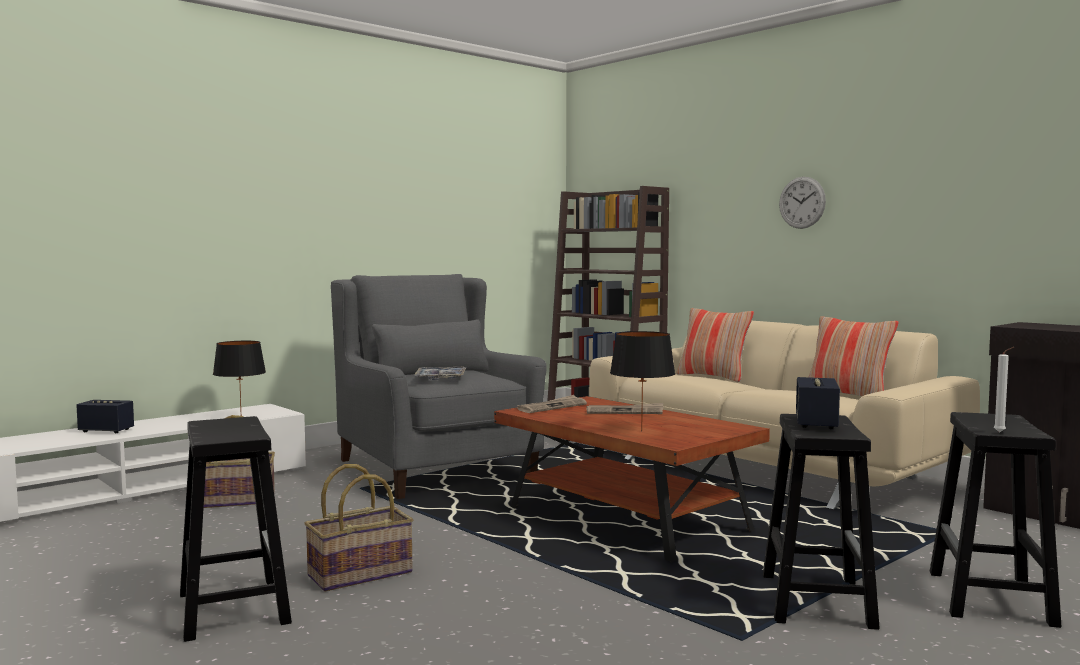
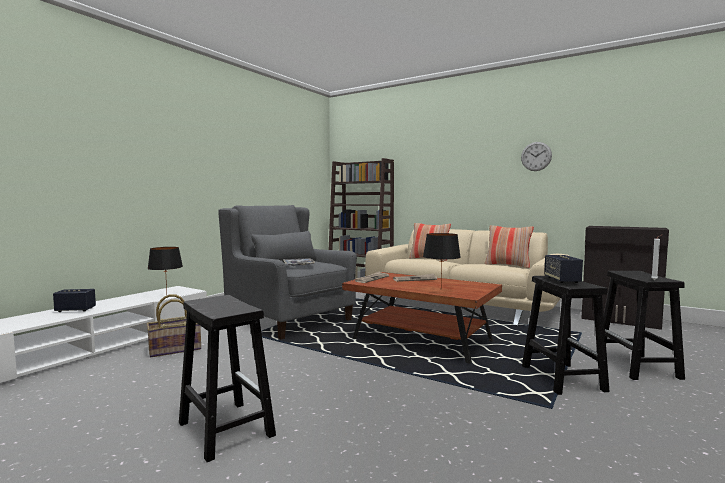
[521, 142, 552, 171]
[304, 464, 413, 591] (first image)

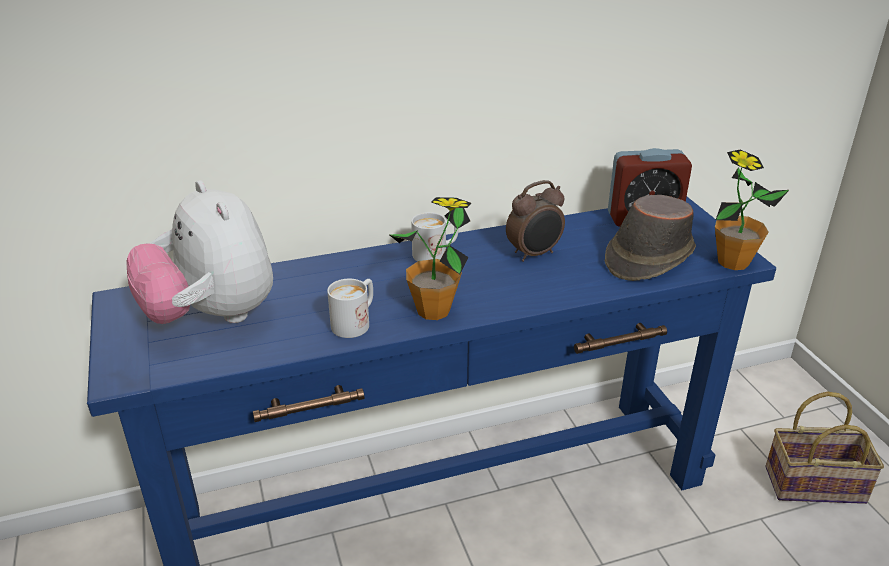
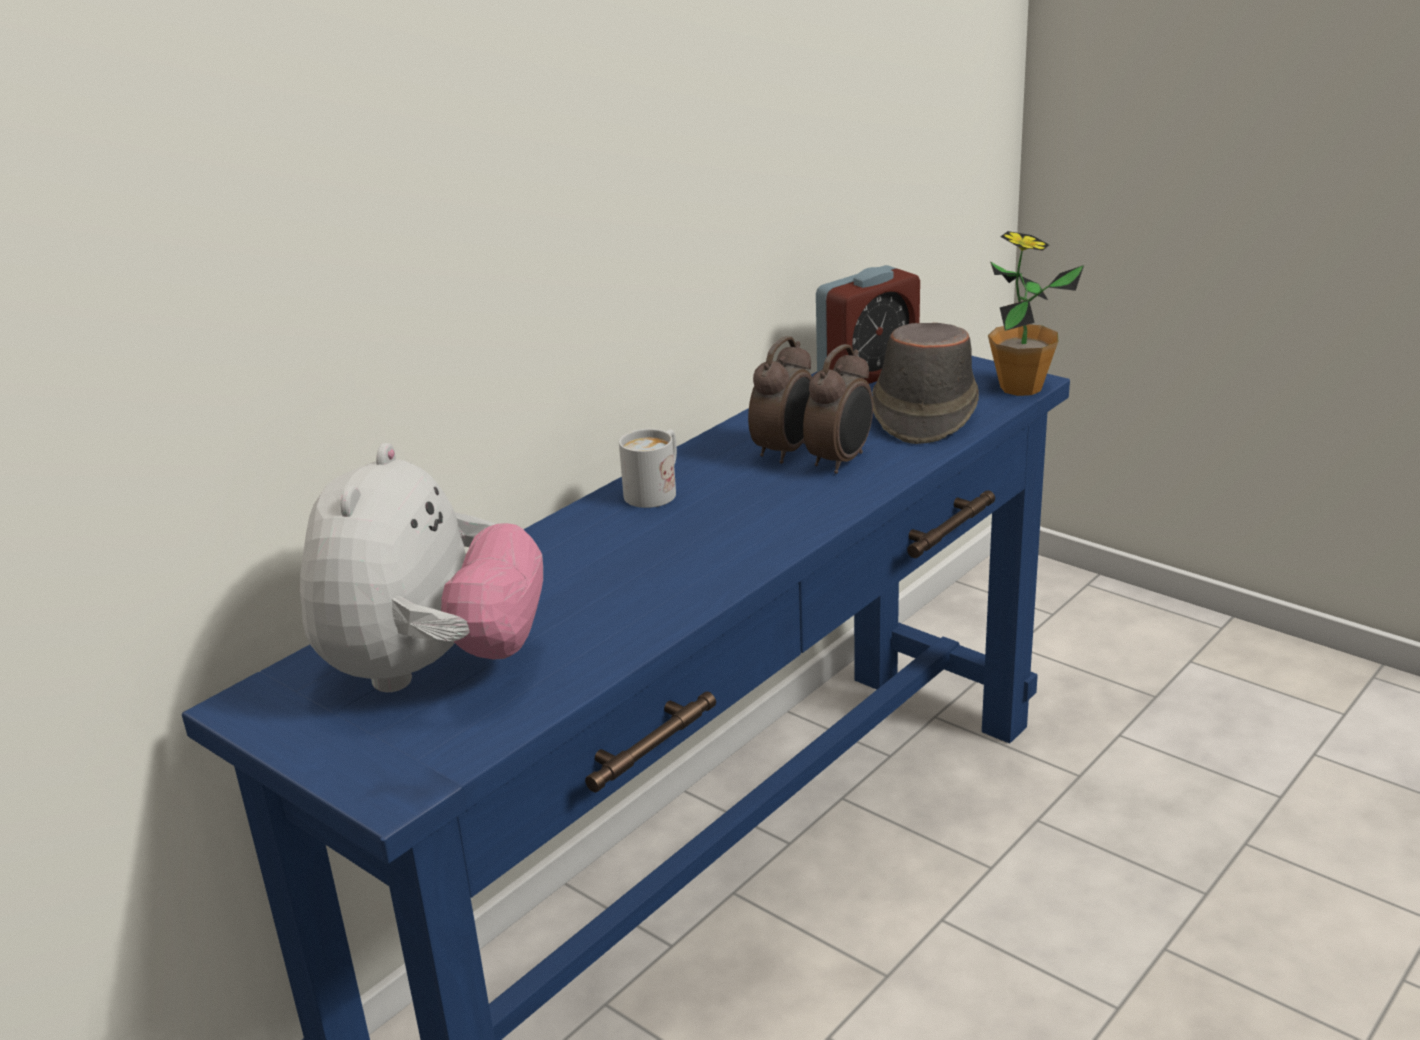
[300, 443, 543, 692]
[388, 197, 471, 320] (first image)
[327, 279, 373, 338] (first image)
[766, 392, 884, 504] (first image)
[803, 344, 873, 474]

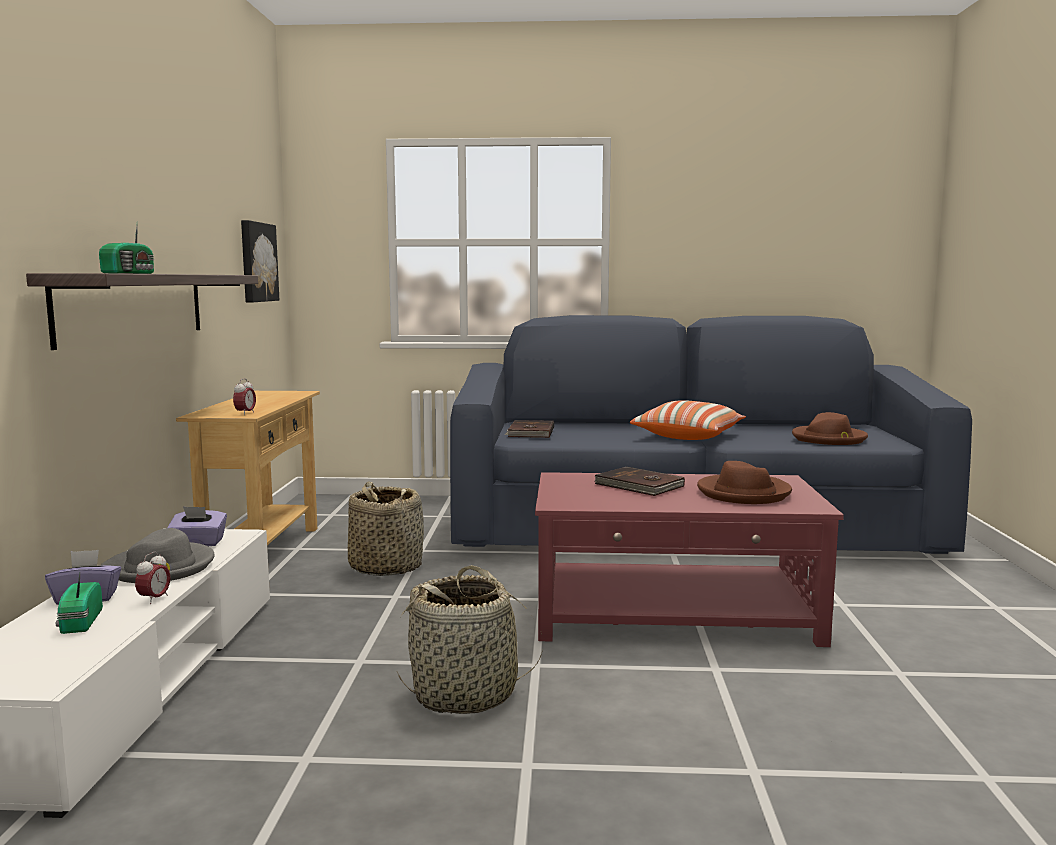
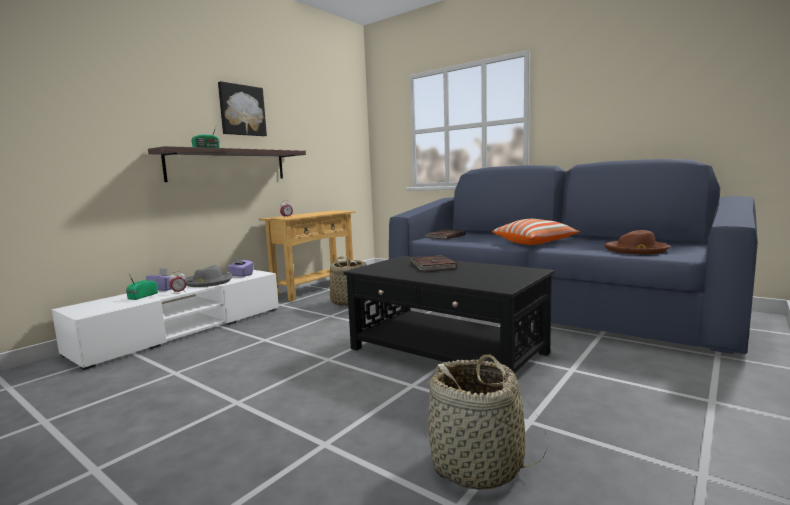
[218, 81, 267, 136]
[697, 461, 792, 504] (first image)
[344, 256, 555, 373]
[423, 354, 547, 490]

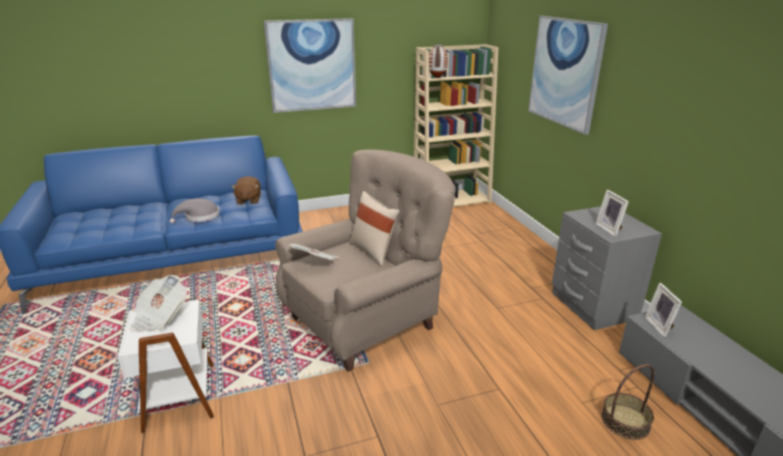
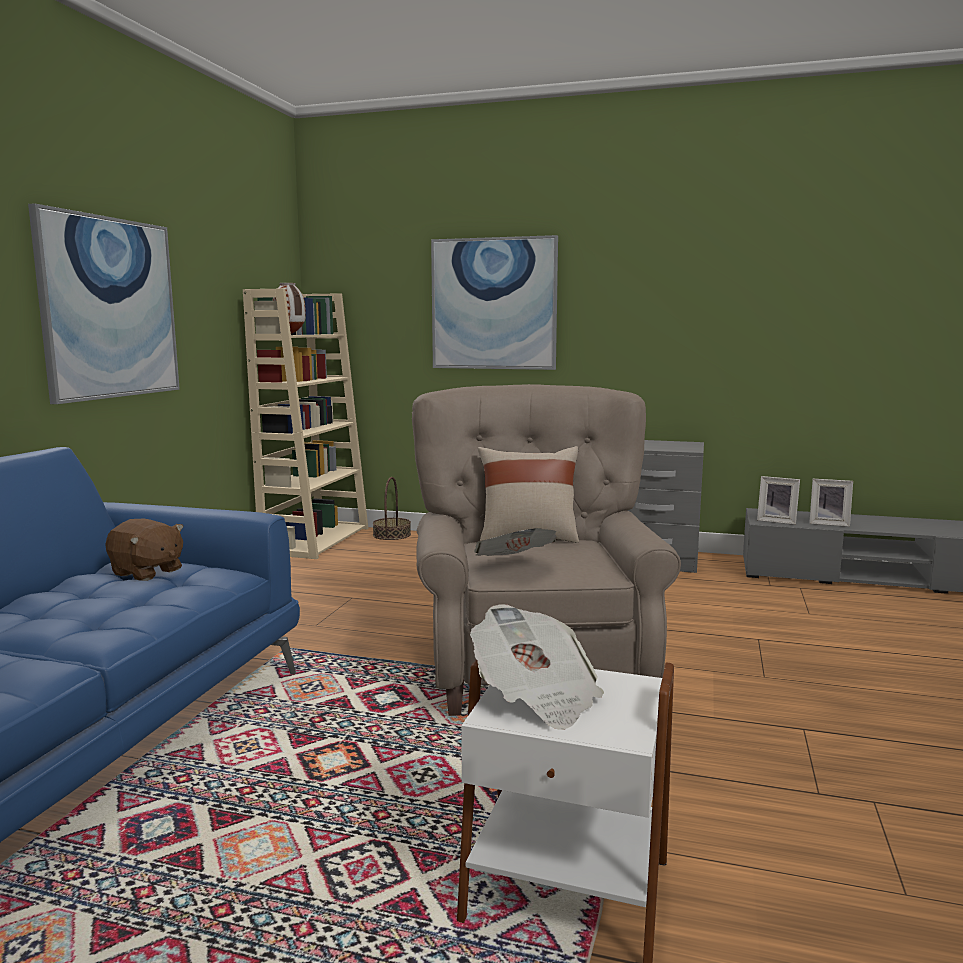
[809, 479, 853, 527]
[170, 198, 219, 223] (first image)
[373, 477, 411, 540]

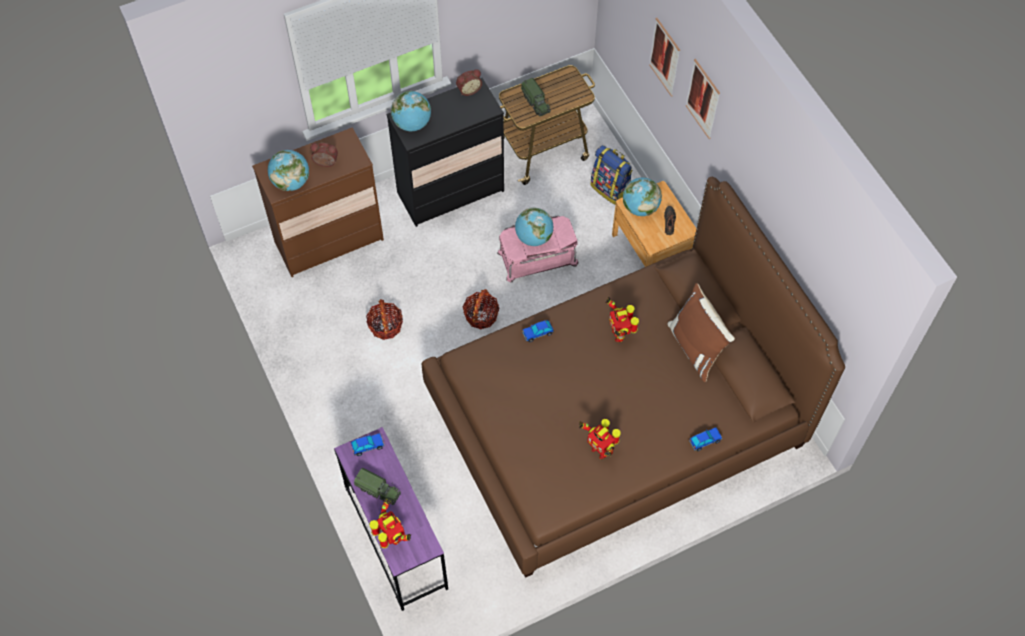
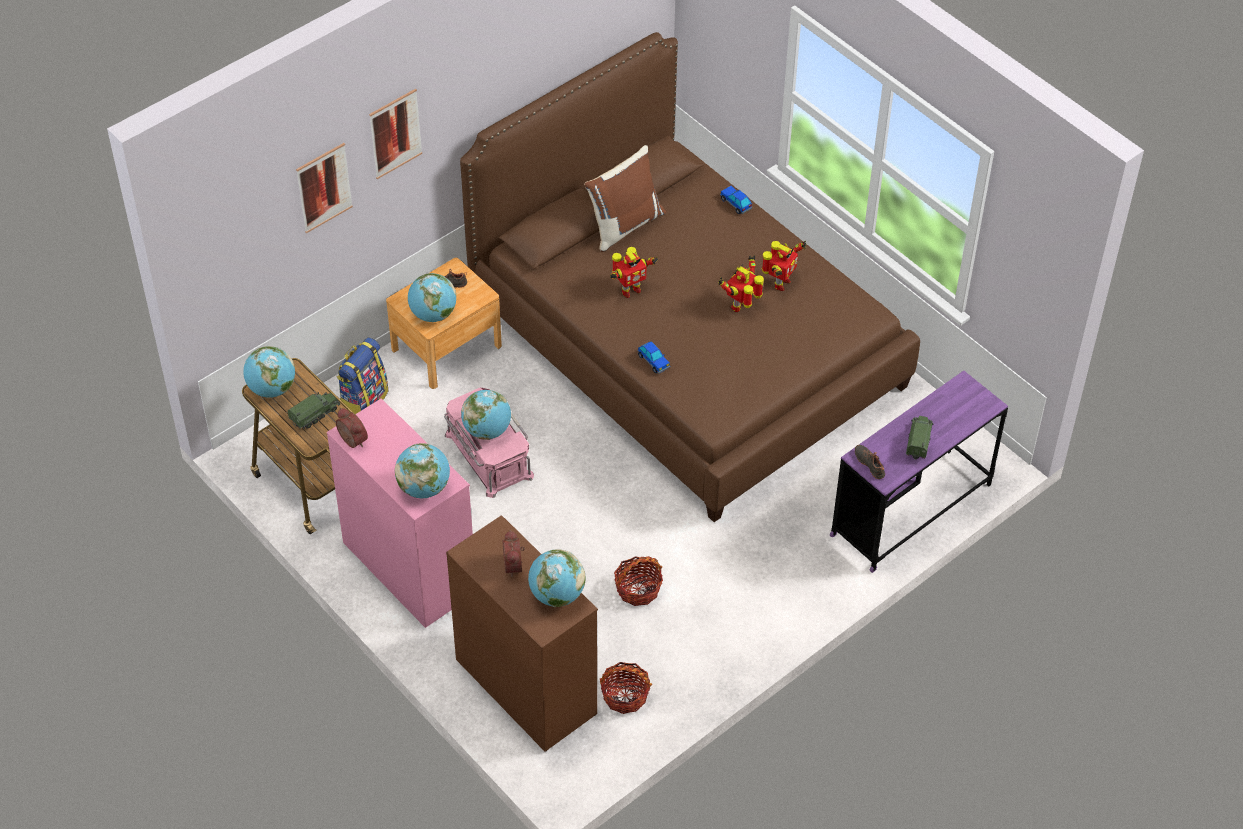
[327, 399, 473, 628]
[600, 662, 652, 714]
[855, 445, 885, 479]
[718, 255, 764, 312]
[243, 346, 295, 398]

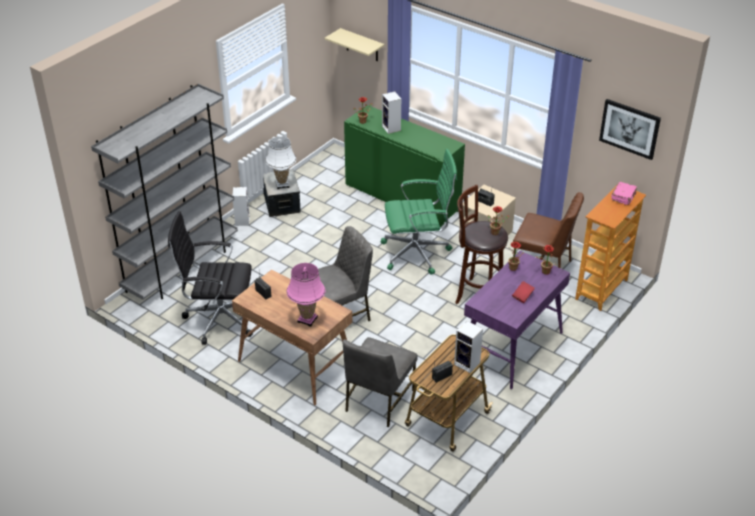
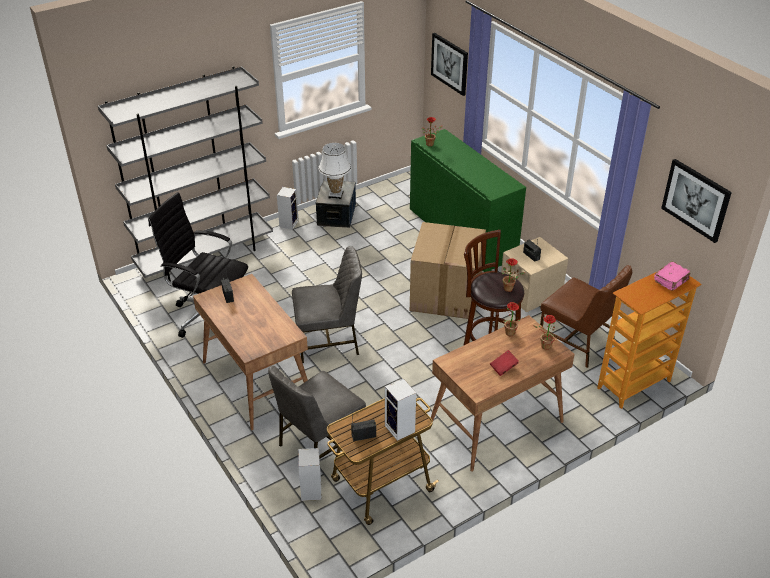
[431, 33, 468, 96]
[298, 448, 321, 501]
[410, 222, 486, 319]
[431, 315, 575, 472]
[286, 263, 326, 327] (first image)

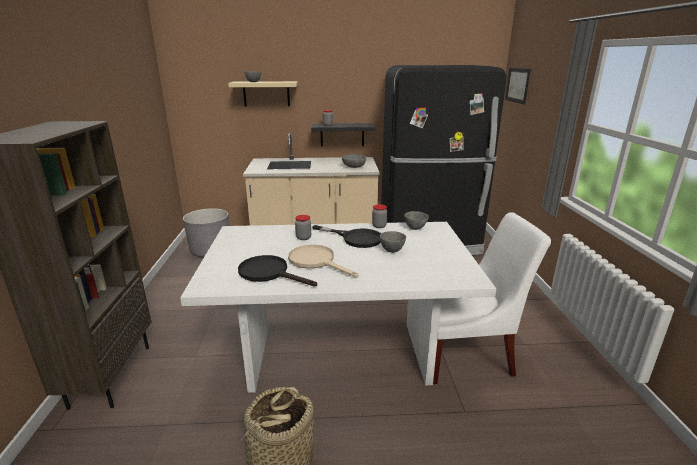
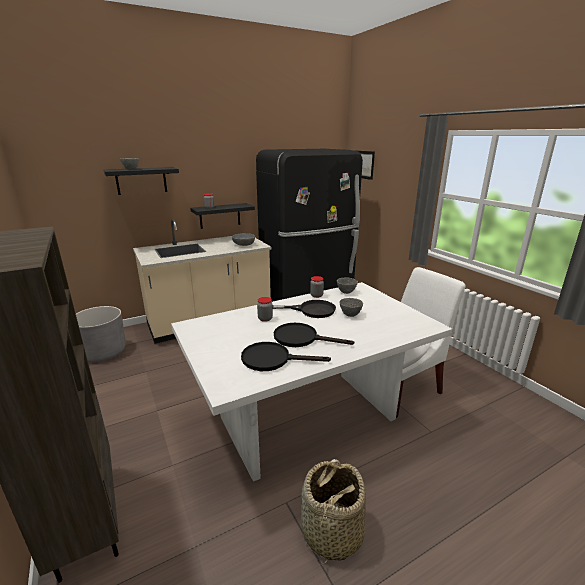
[104, 167, 179, 195]
[274, 323, 354, 347]

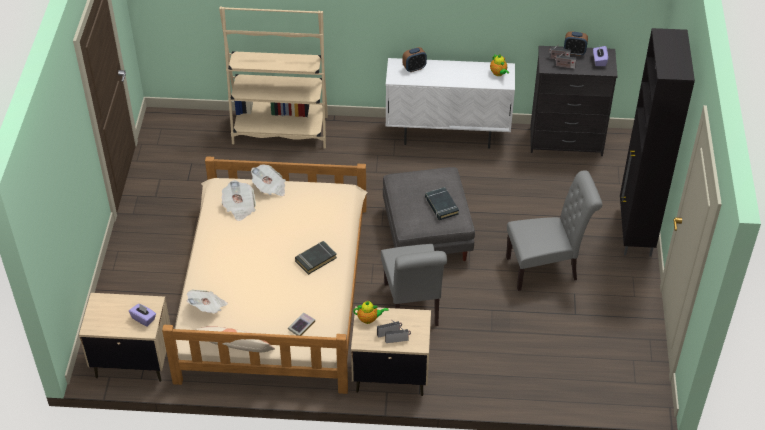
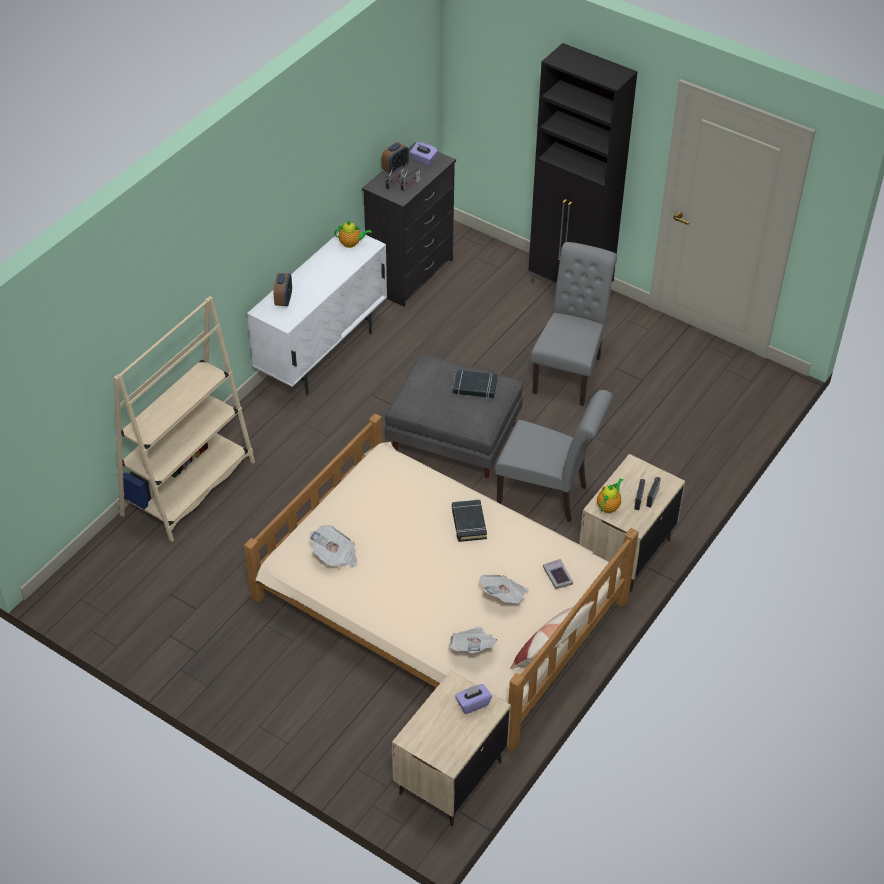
[479, 575, 529, 604]

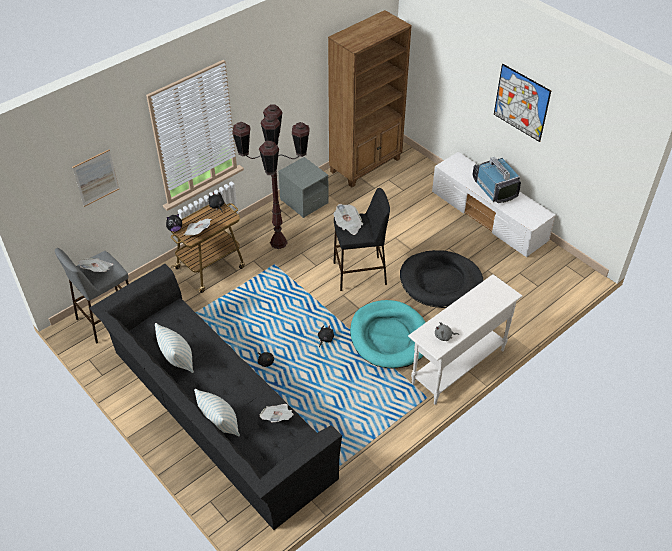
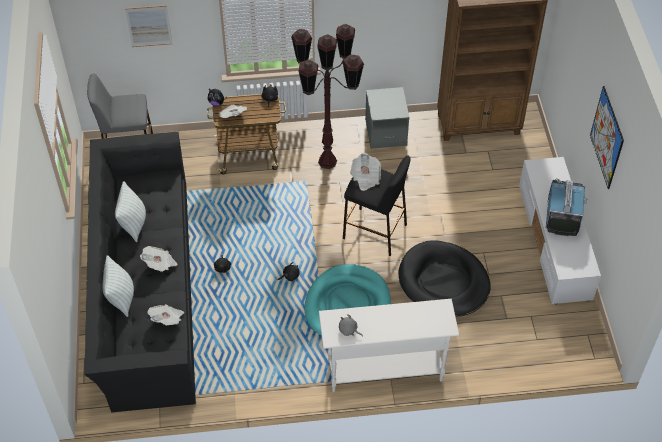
[140, 246, 177, 272]

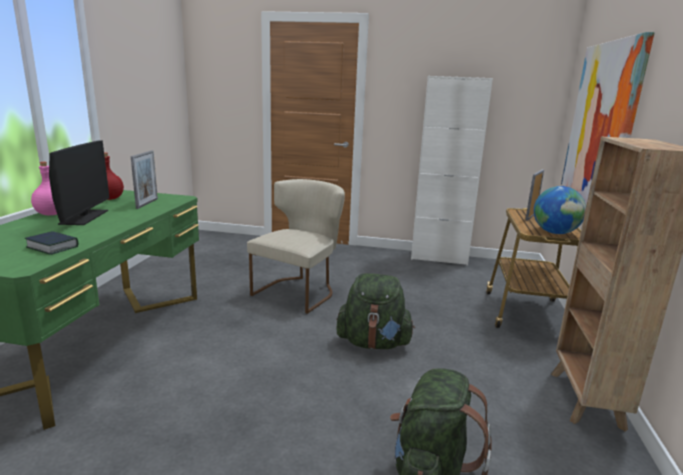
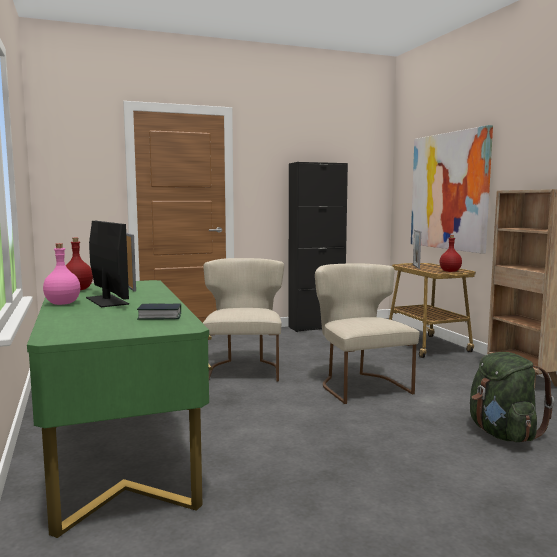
[288, 162, 348, 332]
[440, 235, 462, 272]
[315, 263, 419, 404]

